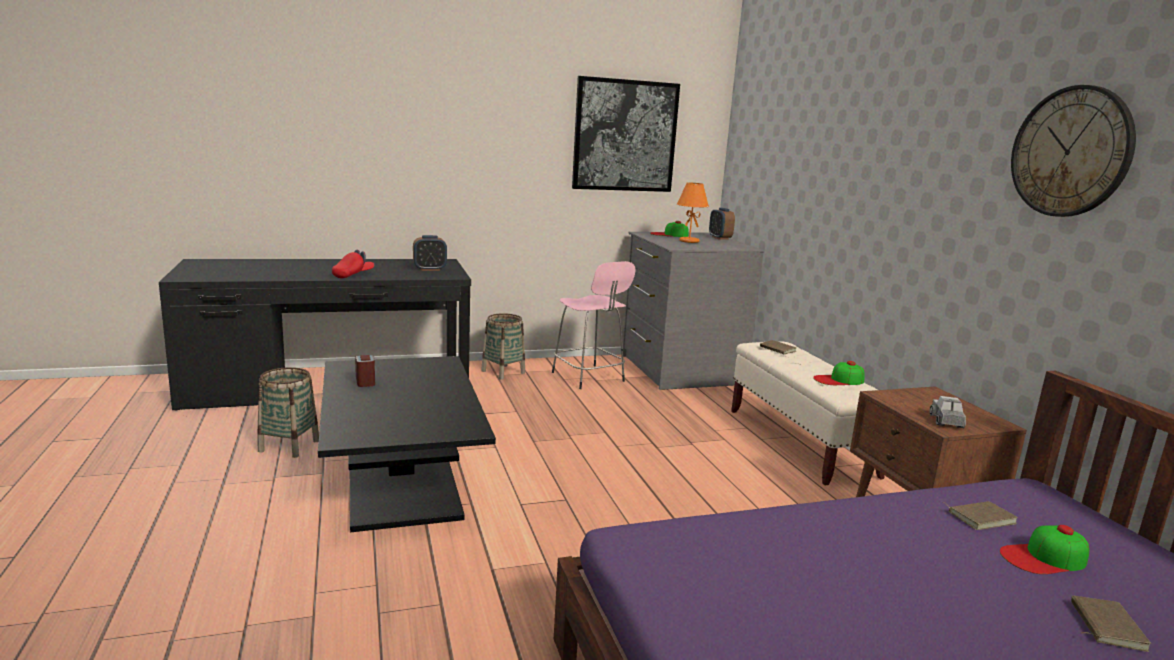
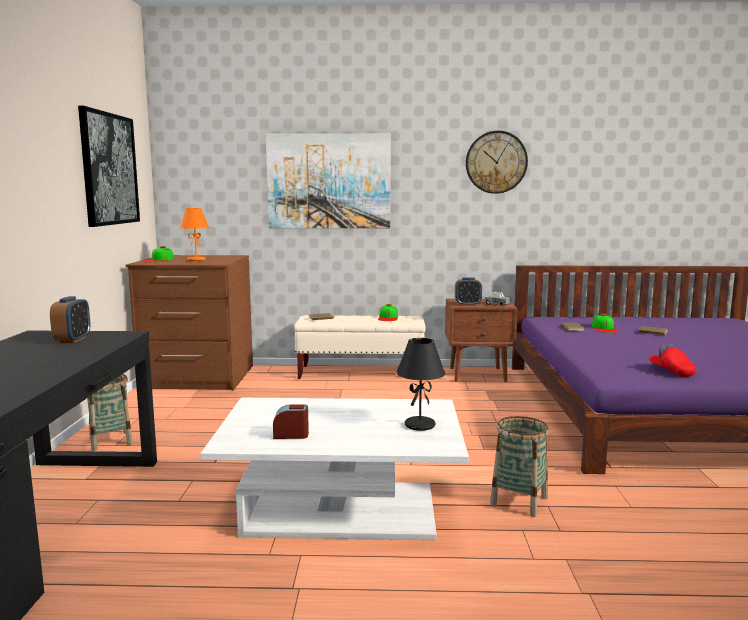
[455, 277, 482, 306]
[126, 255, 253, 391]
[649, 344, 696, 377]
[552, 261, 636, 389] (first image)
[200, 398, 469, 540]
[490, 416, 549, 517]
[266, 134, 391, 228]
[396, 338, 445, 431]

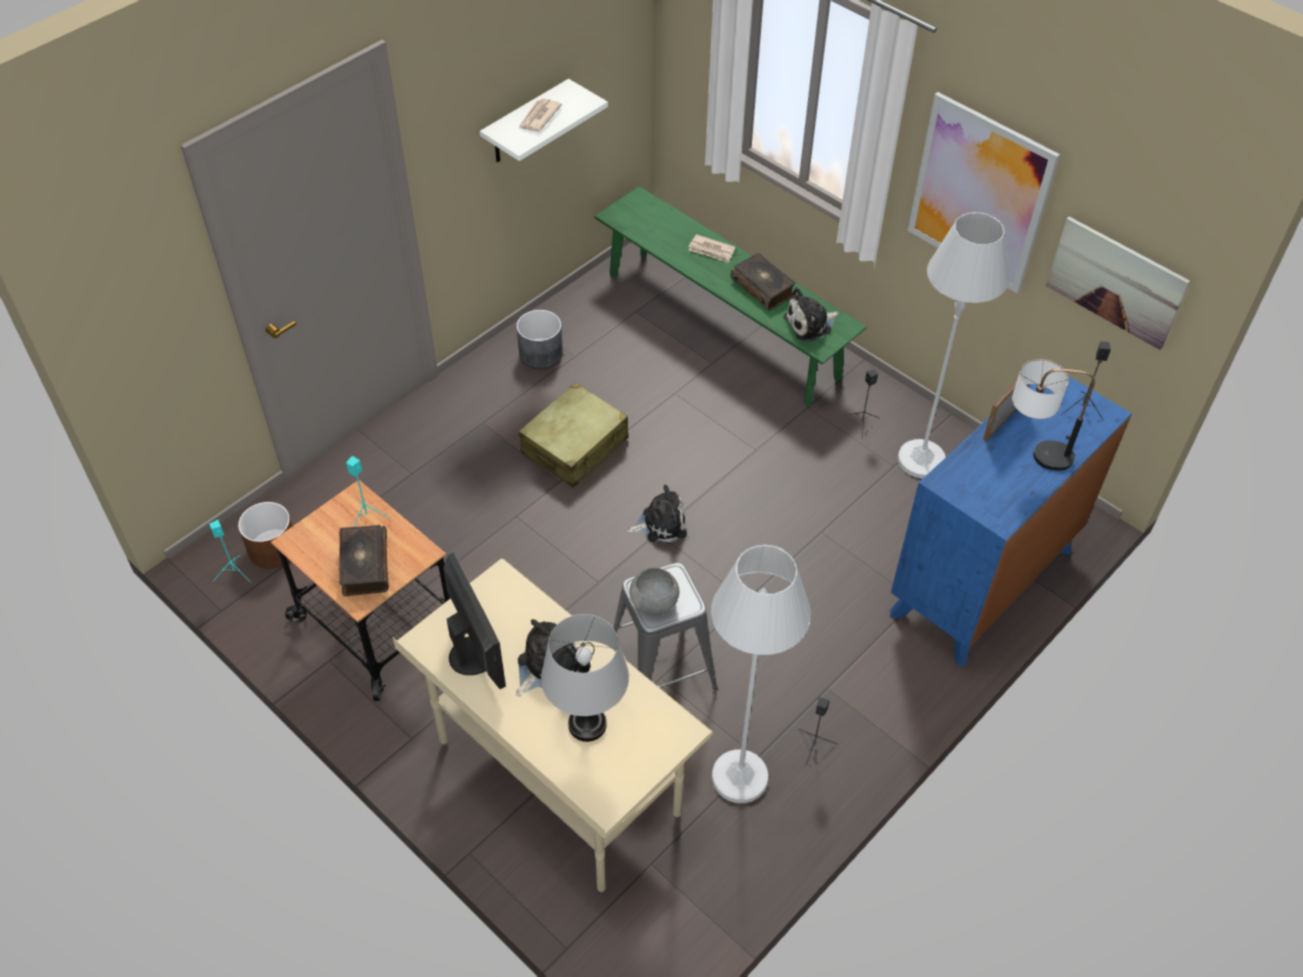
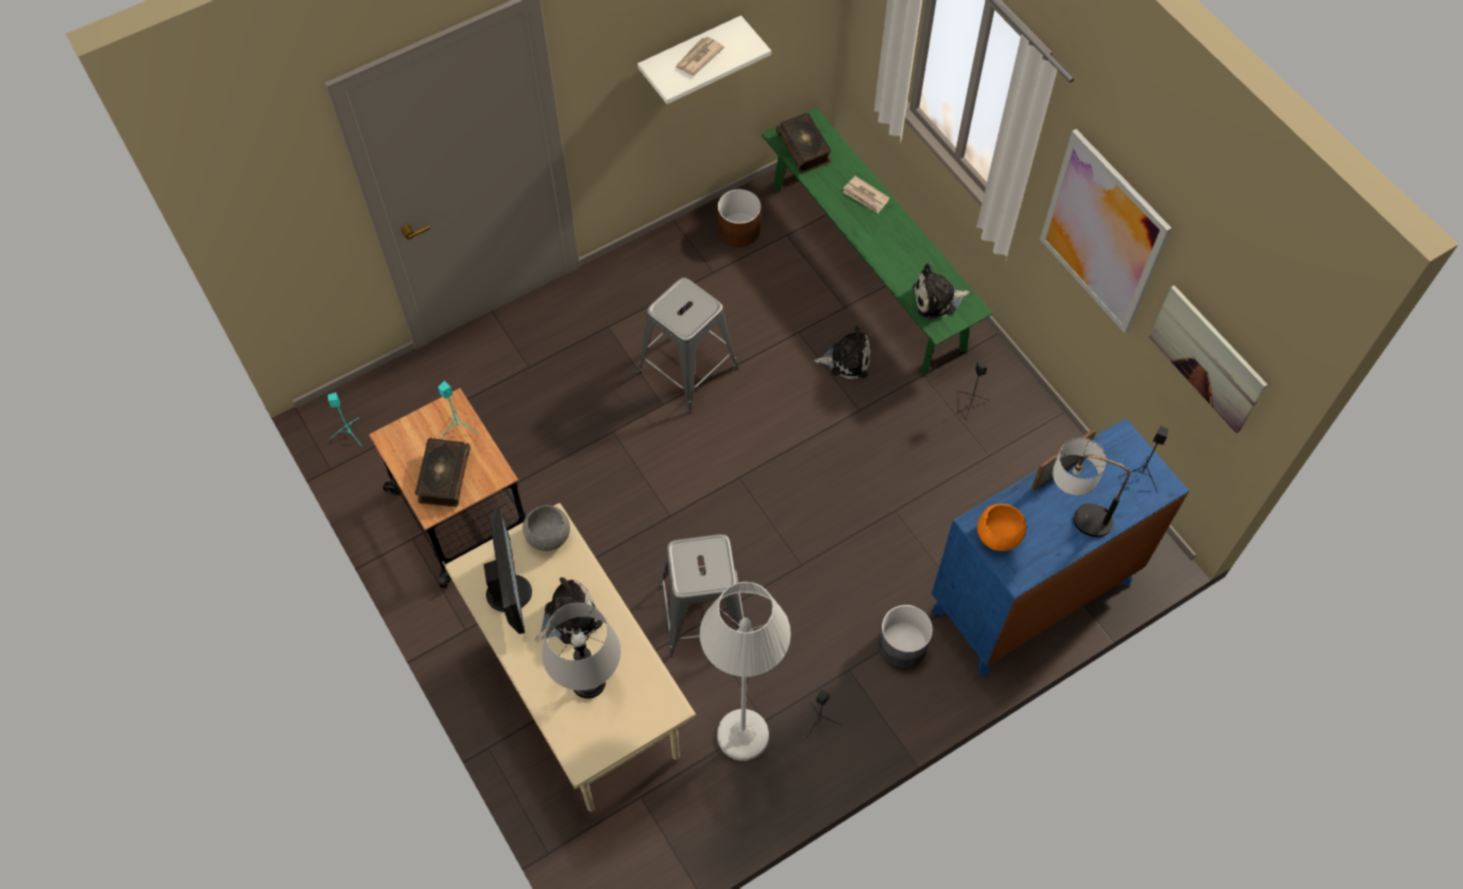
[898, 212, 1009, 478] (first image)
[776, 113, 831, 173]
[878, 605, 933, 668]
[637, 277, 739, 414]
[814, 326, 871, 380]
[718, 189, 761, 247]
[522, 505, 570, 551]
[977, 504, 1026, 551]

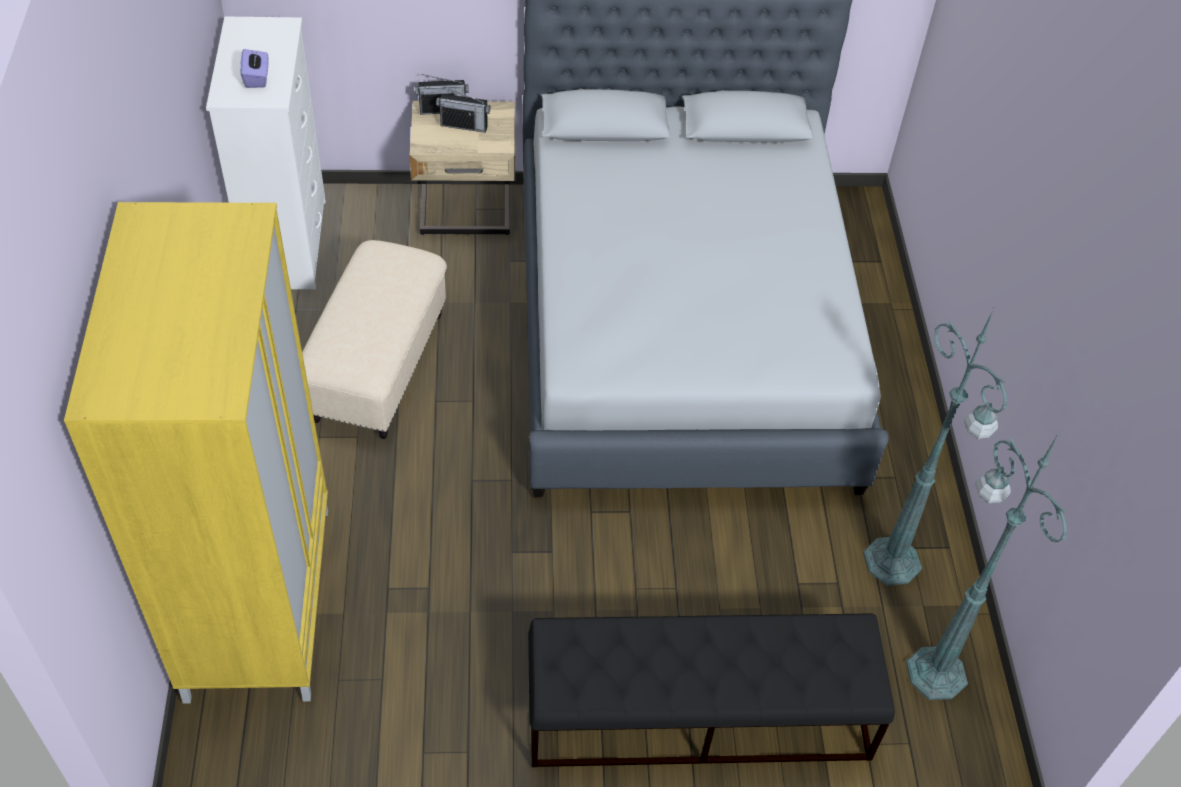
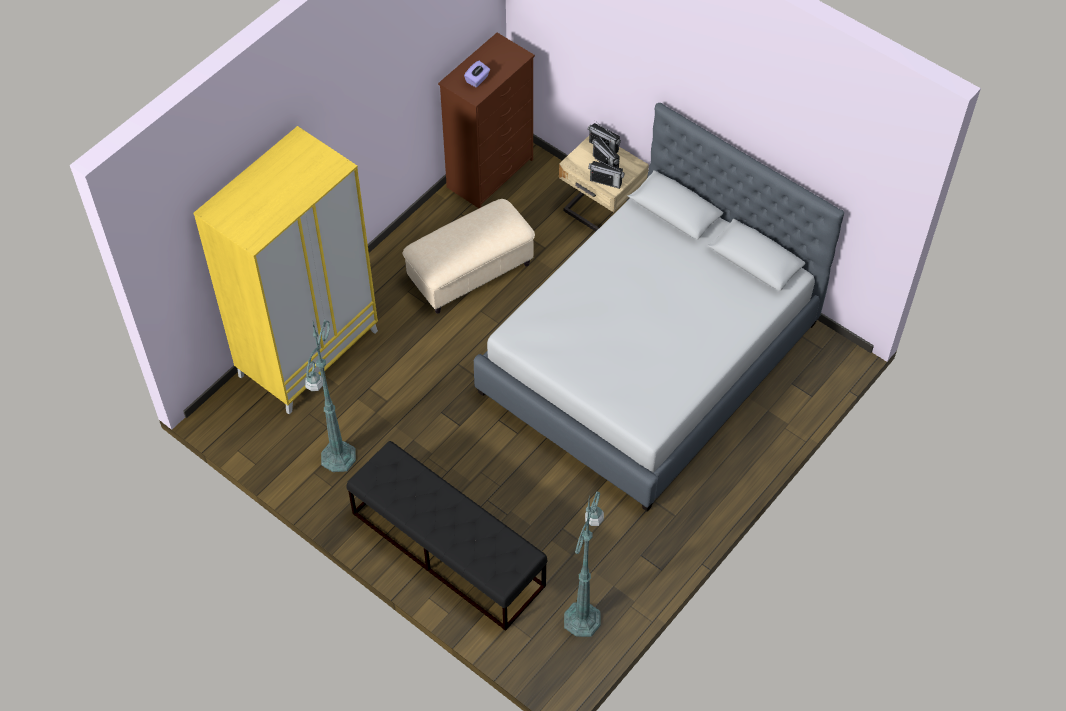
[438, 33, 535, 208]
[305, 320, 356, 472]
[588, 158, 625, 189]

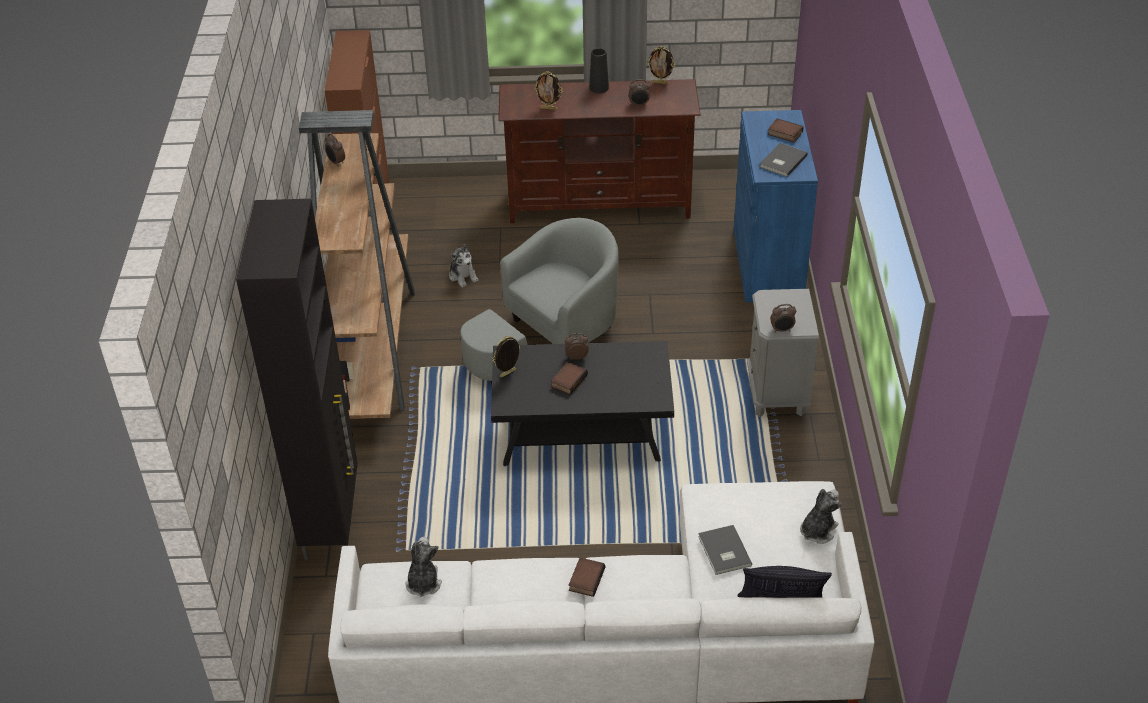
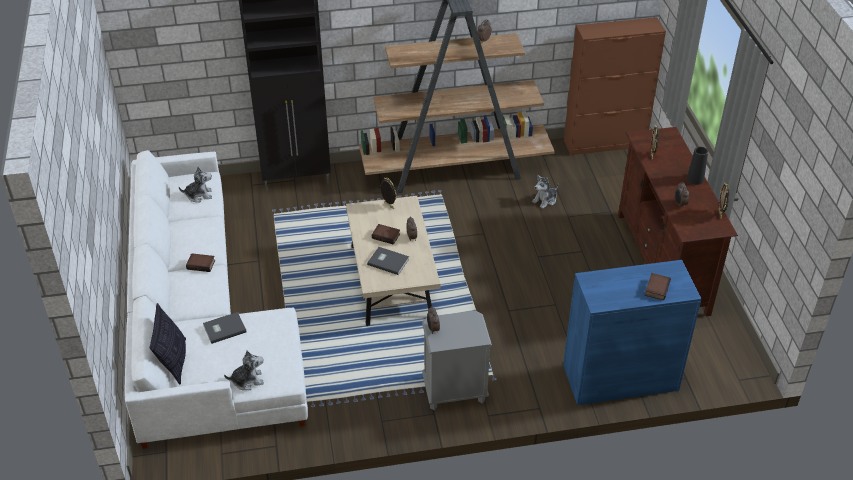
[367, 247, 409, 275]
[460, 218, 619, 384] (first image)
[346, 196, 441, 326]
[224, 350, 264, 390]

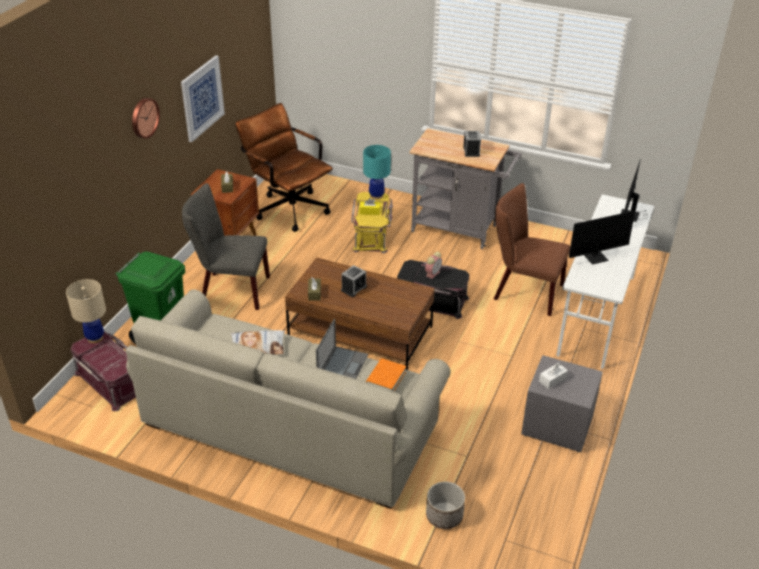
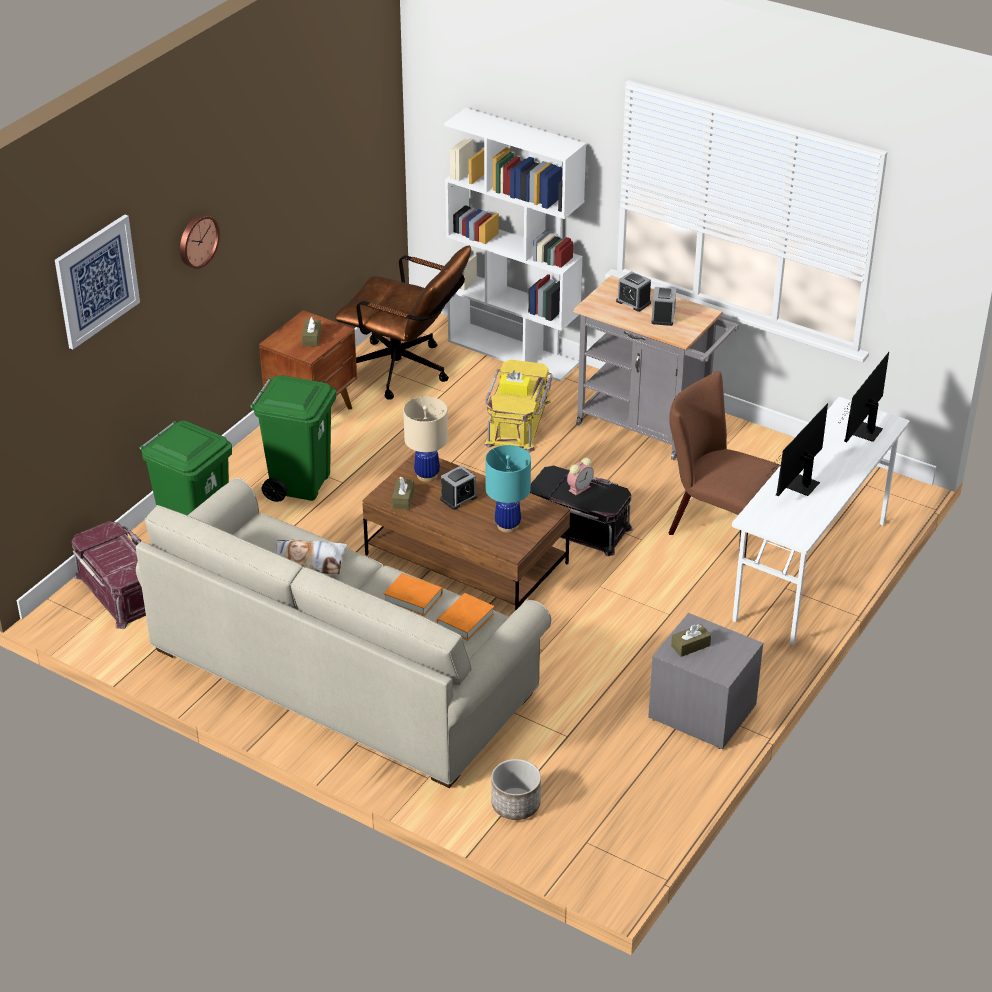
[55, 214, 140, 349]
[335, 245, 471, 400]
[485, 445, 531, 533]
[250, 375, 336, 502]
[767, 403, 828, 496]
[403, 396, 448, 482]
[384, 573, 443, 616]
[671, 624, 711, 657]
[444, 108, 586, 382]
[616, 271, 651, 312]

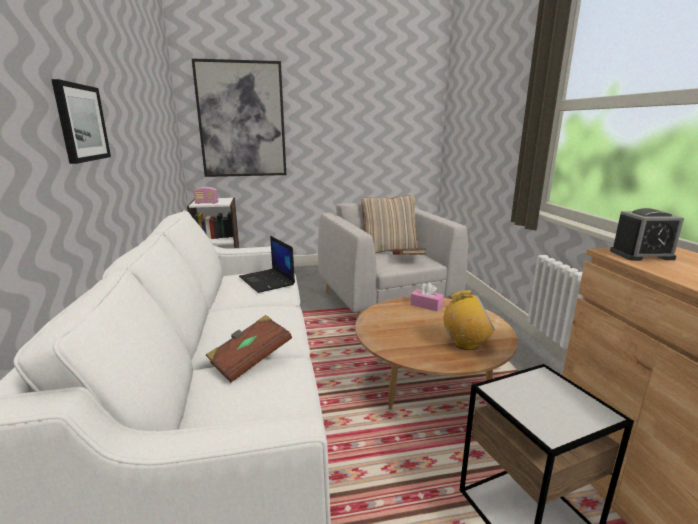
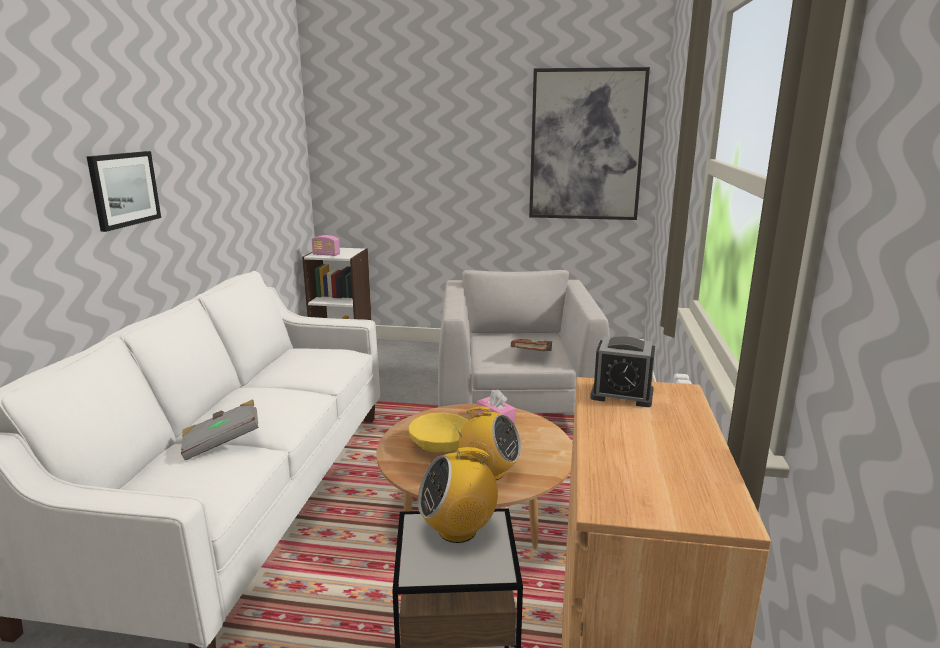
[529, 67, 650, 220]
[361, 195, 419, 253] (first image)
[239, 236, 295, 293] (first image)
[181, 399, 259, 460]
[408, 412, 468, 453]
[418, 447, 498, 543]

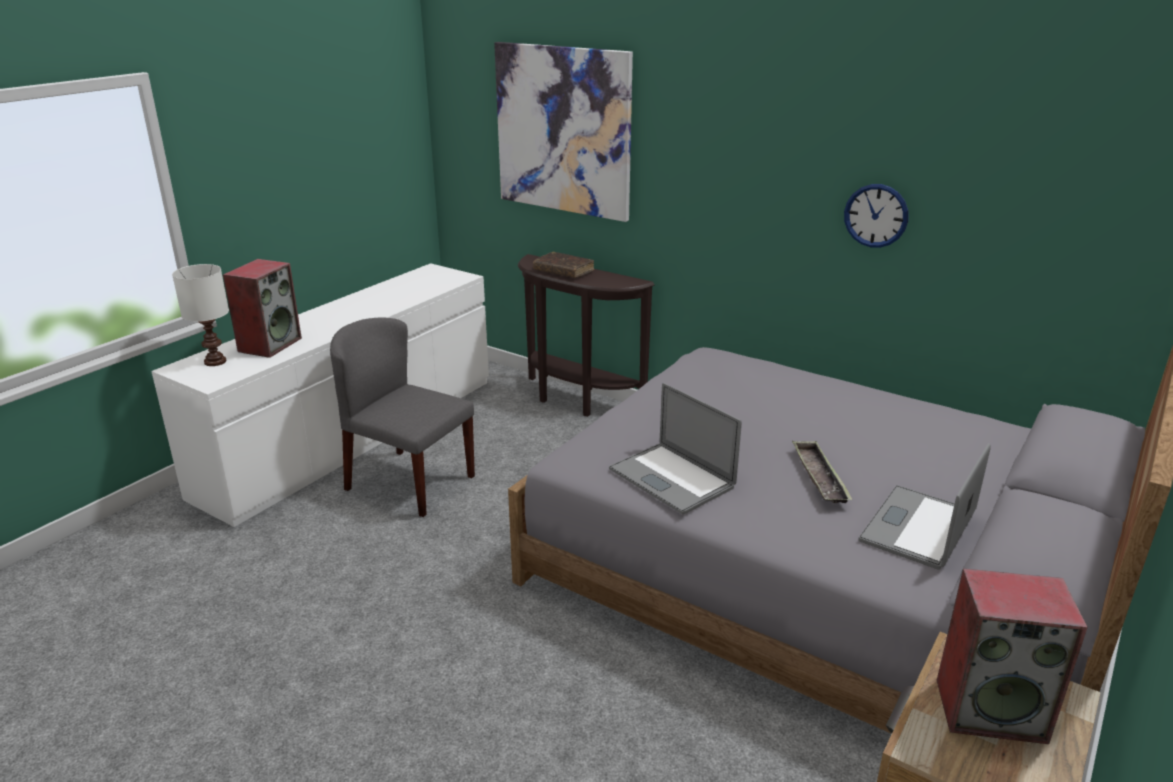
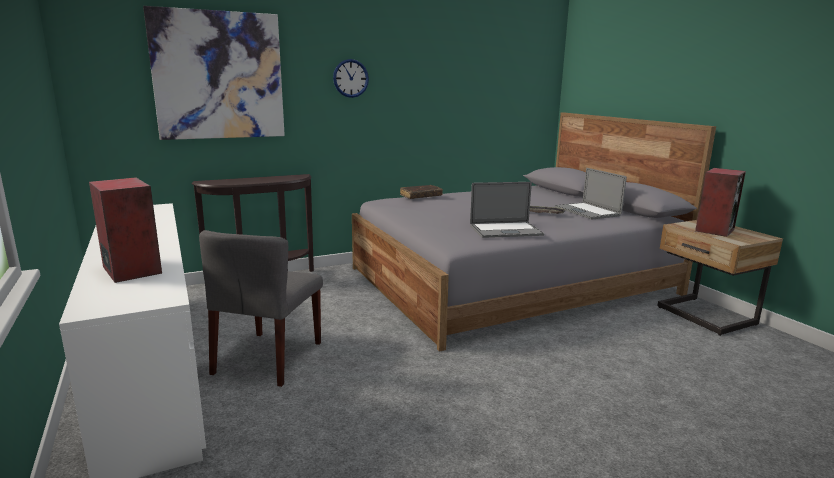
[333, 59, 369, 98]
[400, 185, 443, 199]
[172, 264, 229, 366] (first image)
[199, 230, 323, 387]

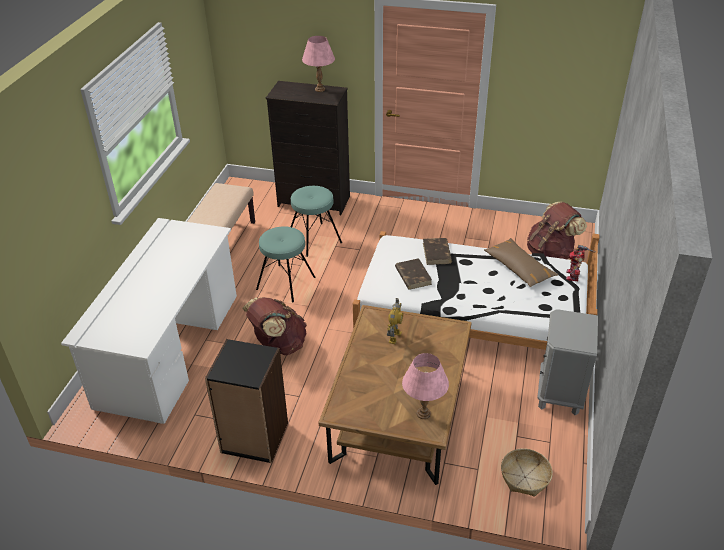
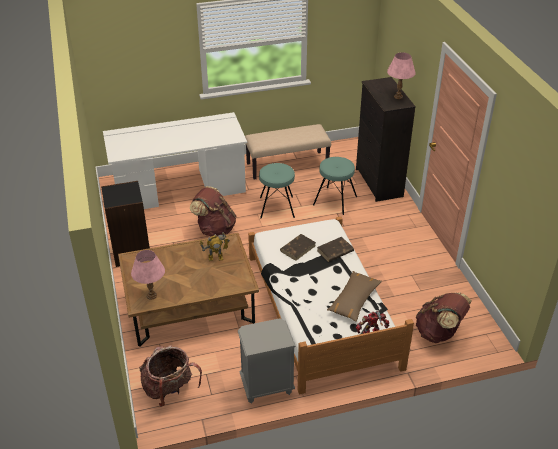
[139, 345, 202, 407]

